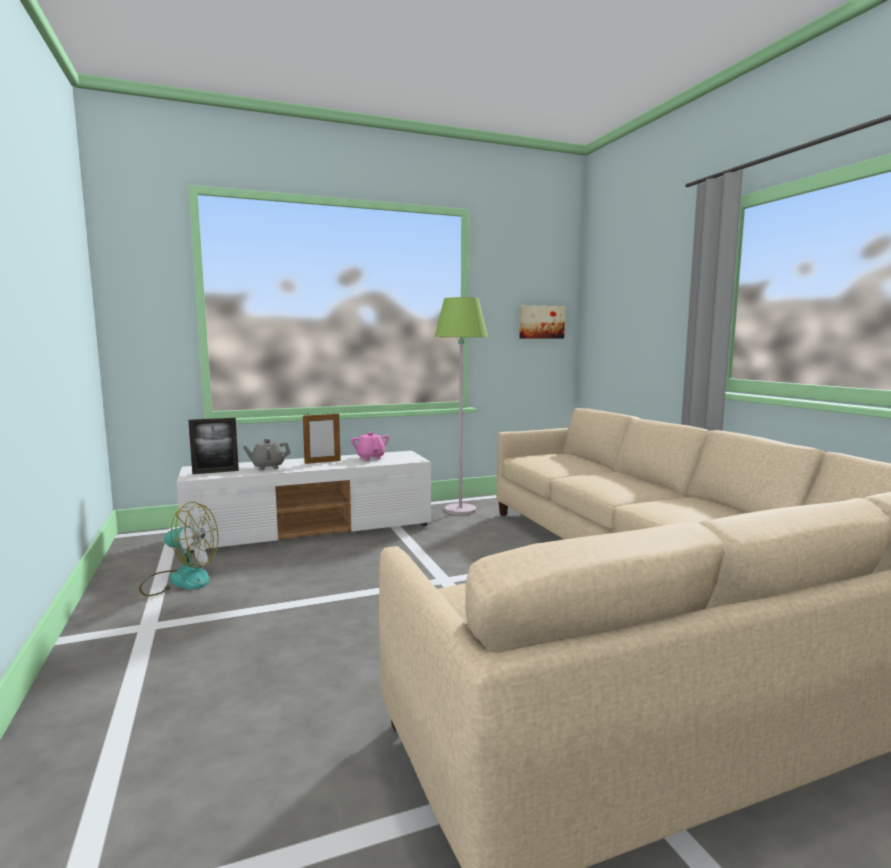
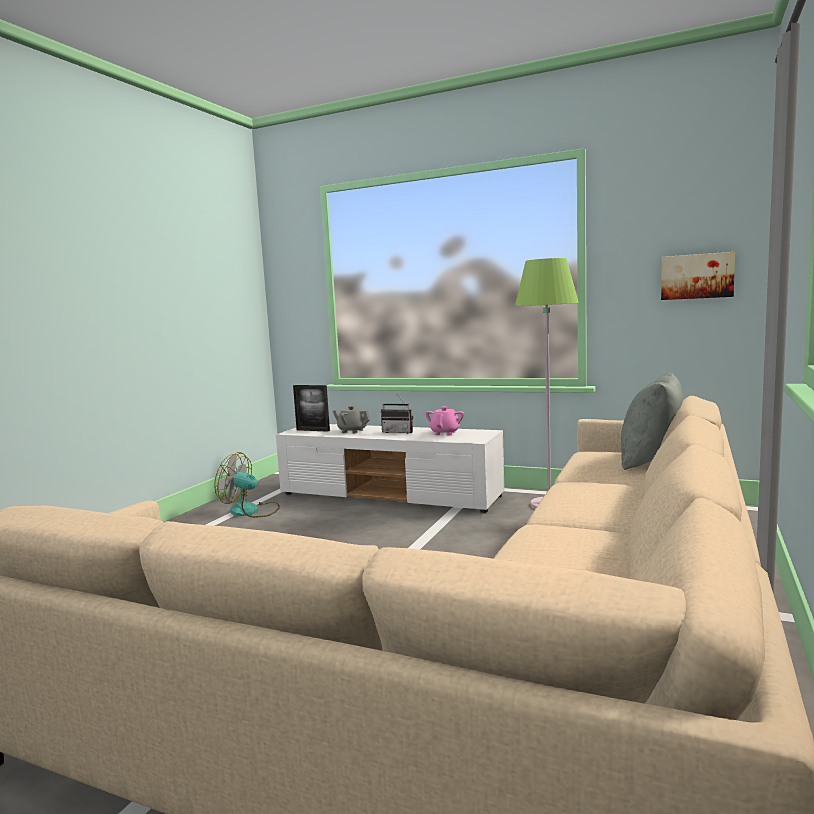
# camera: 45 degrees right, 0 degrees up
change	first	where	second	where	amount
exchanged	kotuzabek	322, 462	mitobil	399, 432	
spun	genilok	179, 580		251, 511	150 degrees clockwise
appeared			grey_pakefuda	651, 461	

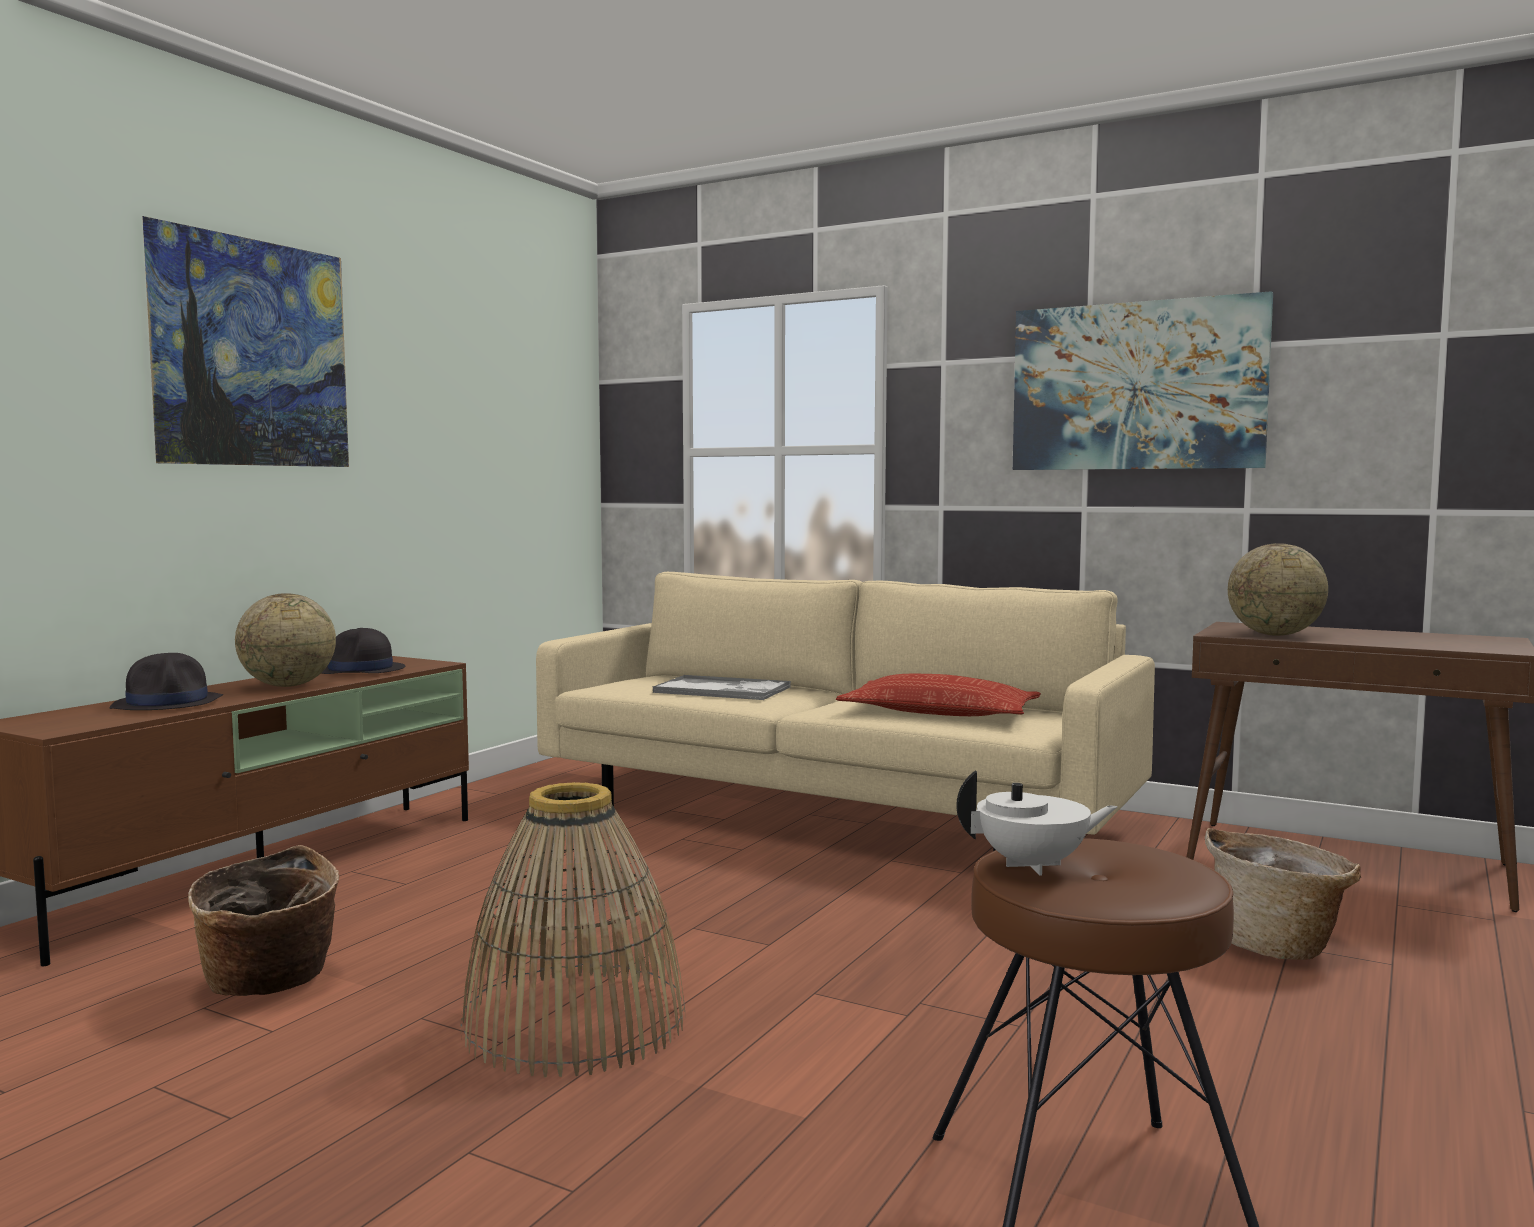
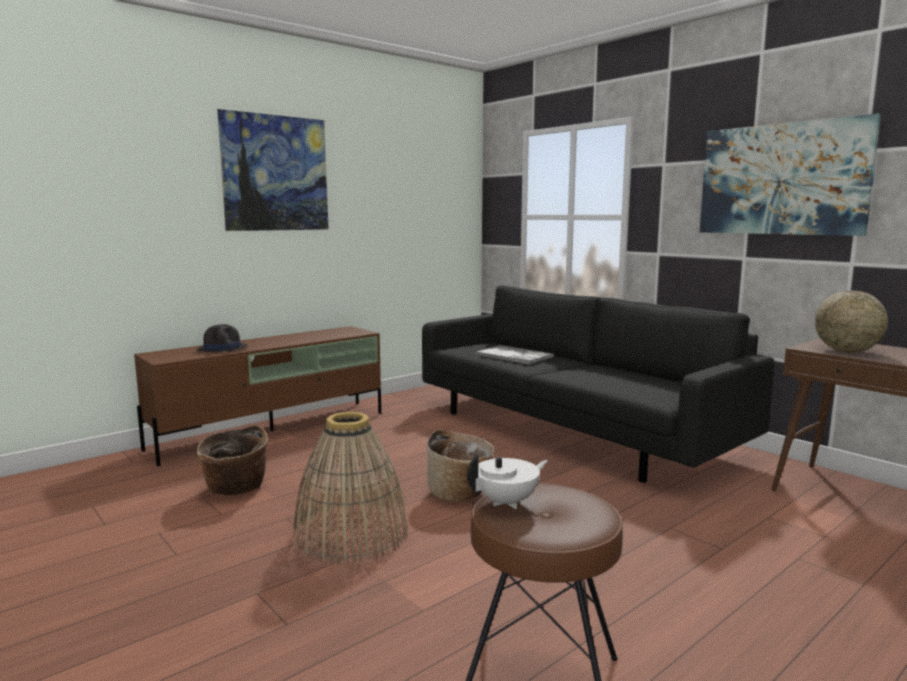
# camera: 20 degrees right, 5 degrees up
change	first	where	second	where	amount
colour	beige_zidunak	829, 814	black_zidunak	569, 431	
missing	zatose	288, 685			
missing	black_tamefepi	360, 671			
missing	pakefuda	939, 712			
spun	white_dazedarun	1034, 866		507, 502	45 degrees counterclockwise
relocated	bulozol	1277, 945		460, 493	

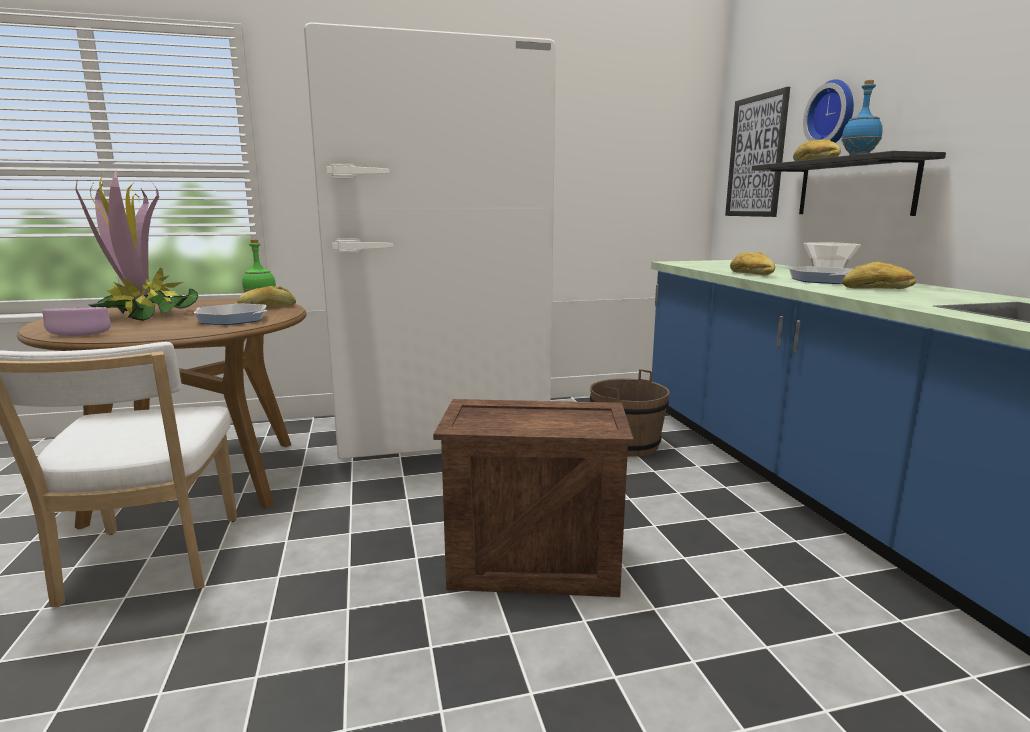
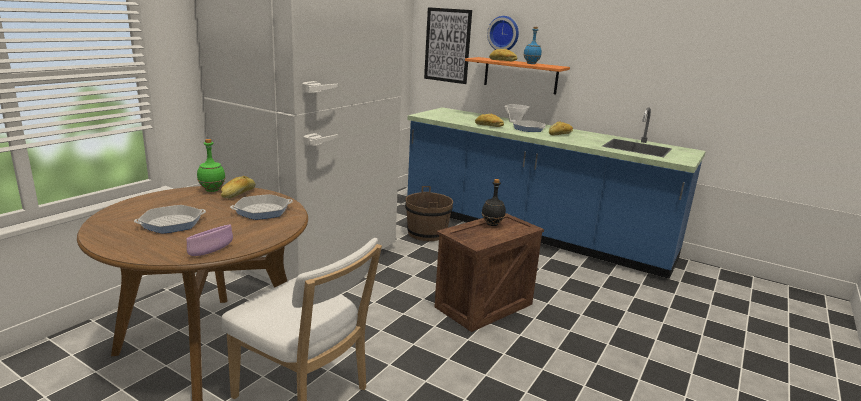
# camera: 45 degrees left, 5 degrees up
change	first	where	second	where	amount
colour	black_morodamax	855, 187	orange_morodamax	520, 75	
exchanged	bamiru	143, 315	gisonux	171, 223	
appeared			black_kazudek	492, 224	

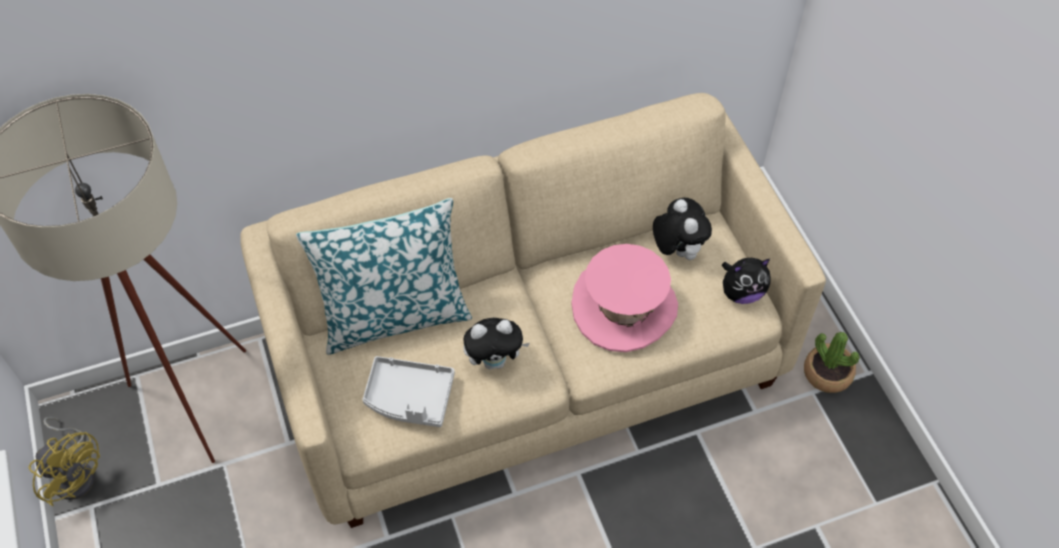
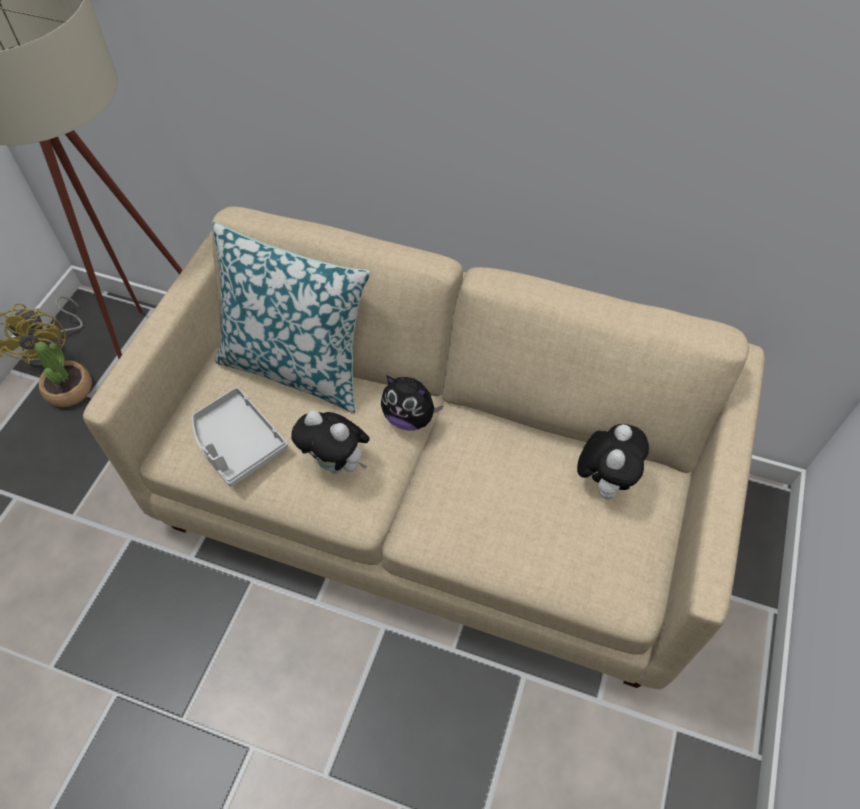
# camera: 40 degrees right, 0 degrees up
change	first	where	second	where	amount
missing	pink_tamefepi	624, 308			
relocated	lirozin	741, 293		410, 418	
relocated	bamiru	827, 373		69, 390	

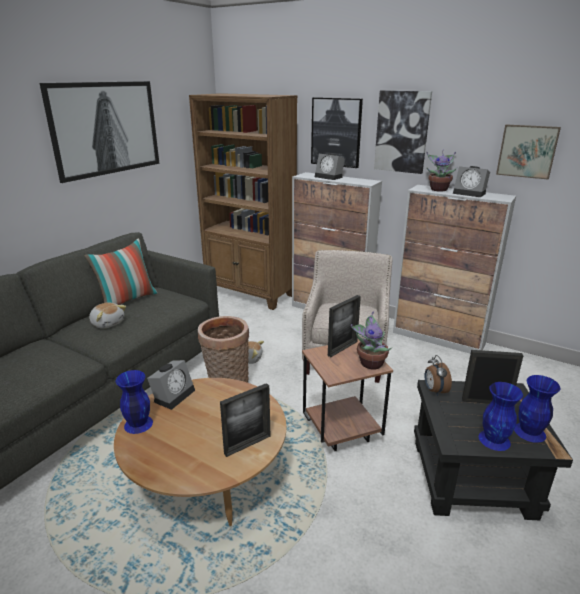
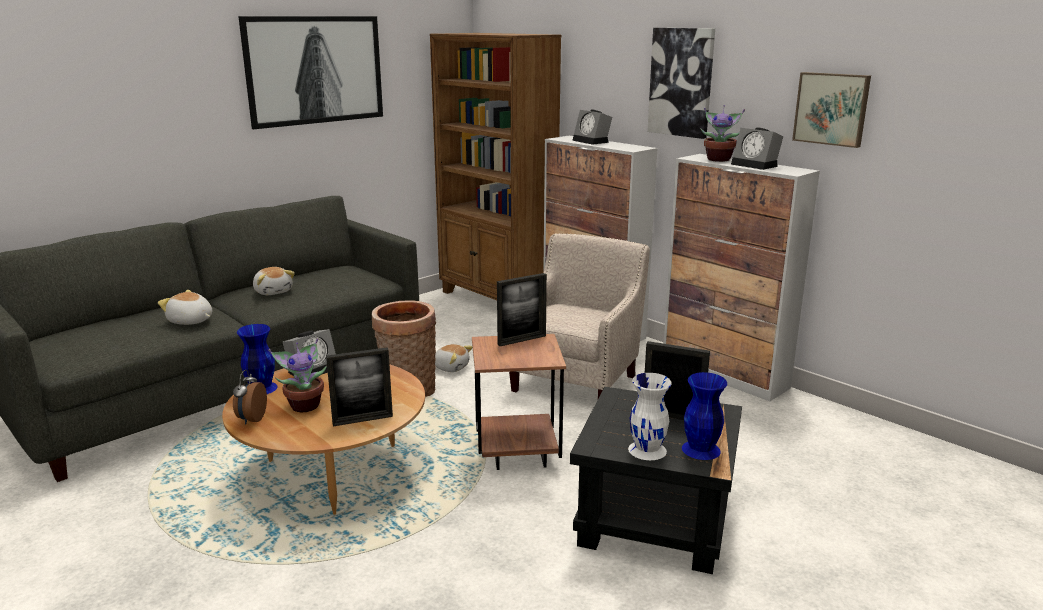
# camera: 15 degrees right, 5 degrees down
change	first	where	second	where	amount
missing	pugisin	336, 132			
missing	pakefuda	127, 300			
relocated	bamiru	370, 363		305, 405	
relocated	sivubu	434, 390		251, 419	
colour	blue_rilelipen	494, 439	white_rilelipen	648, 450	
appeared			lirozin	190, 321	

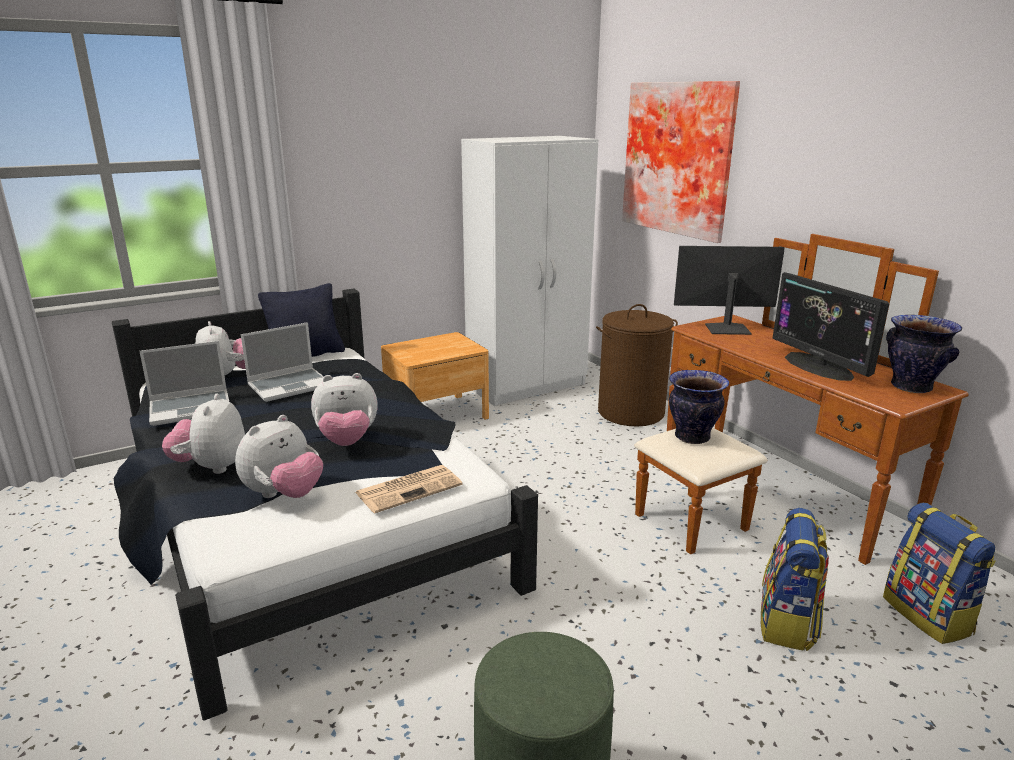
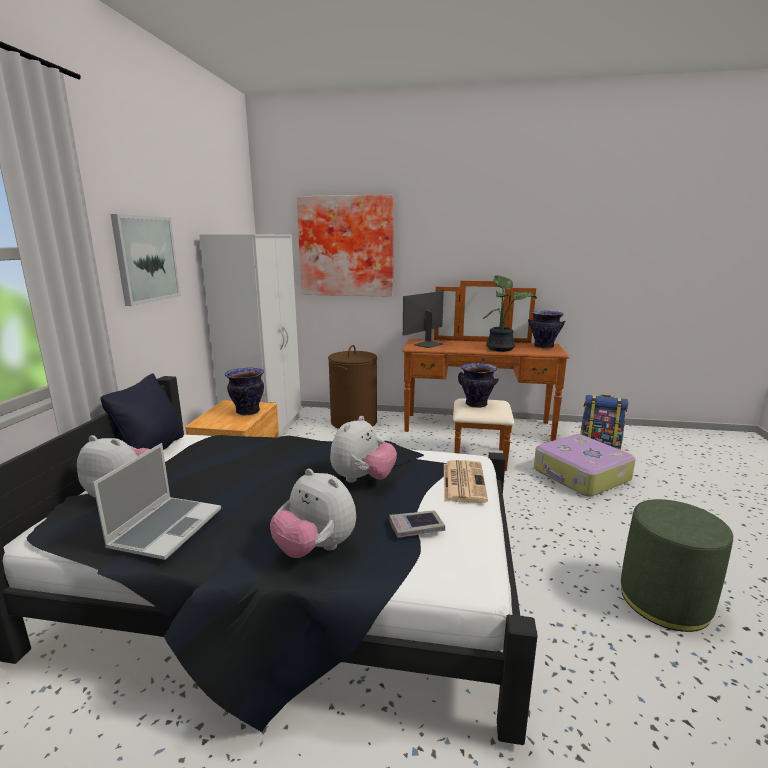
# camera: 50 degrees left, 5 degrees down
change	first	where	second	where	amount
exchanged	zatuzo	818, 366	bamiru	501, 348	
missing	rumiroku	290, 385			
exchanged	lirozin	284, 494	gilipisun	416, 528	
exchanged	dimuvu	787, 623	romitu	581, 475	
appeared			pugisin	146, 259	
appeared			rilelipen	247, 412	

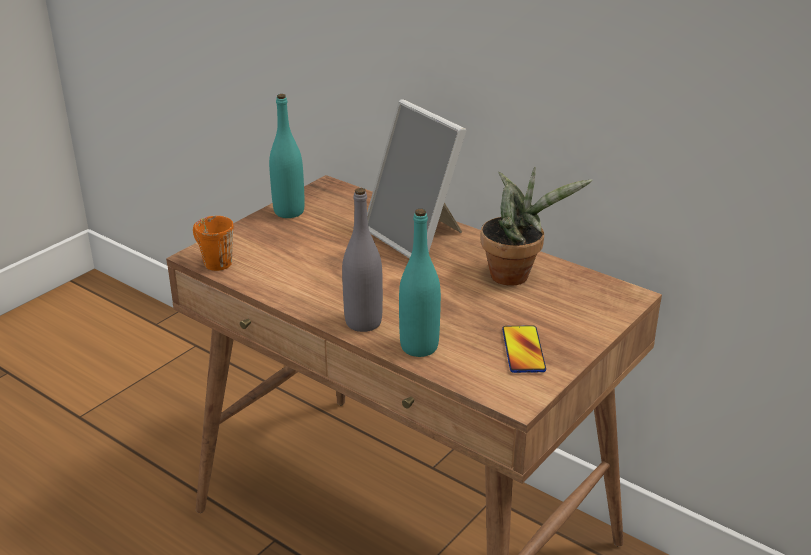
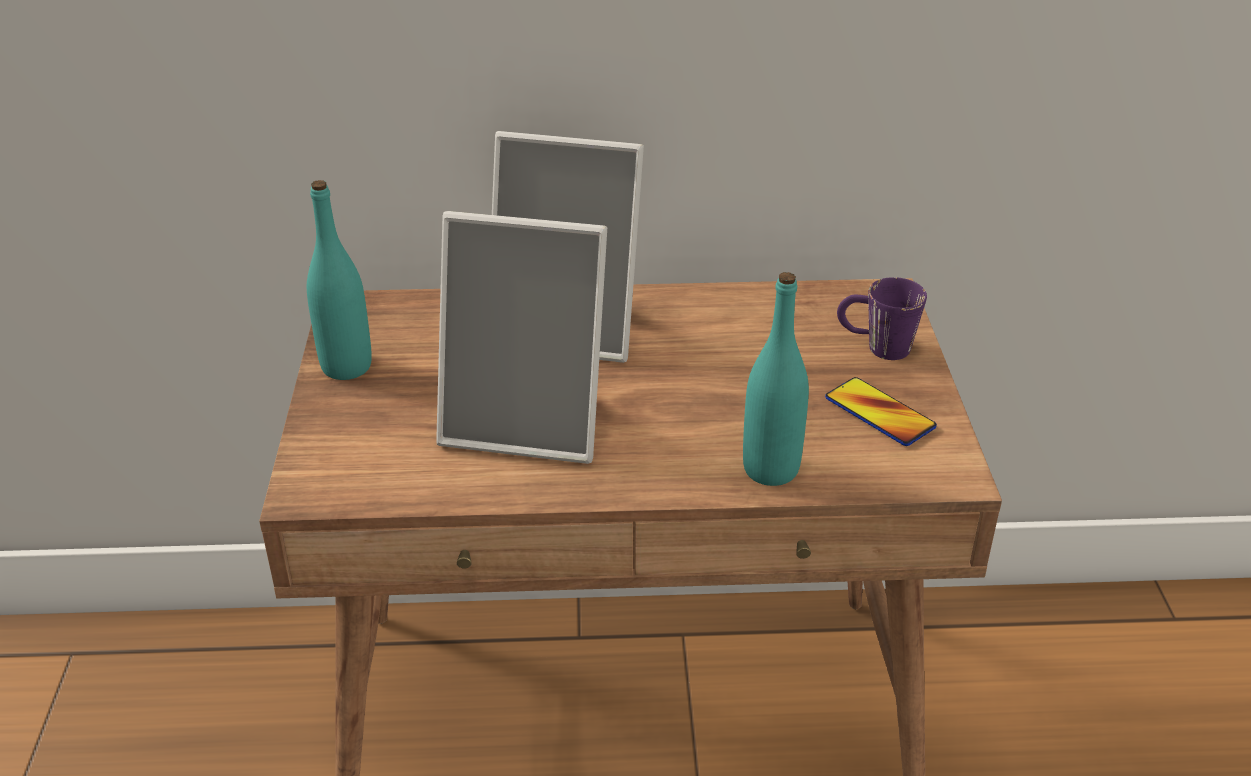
# camera: 40 degrees left, 5 degrees up
change	first	where	second	where	amount
missing	bamiru	515, 275			
missing	grey_kazudek	363, 322			
missing	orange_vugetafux	212, 260			
appeared			kotuzabek	528, 422	
appeared			purple_vugetafux	875, 346	

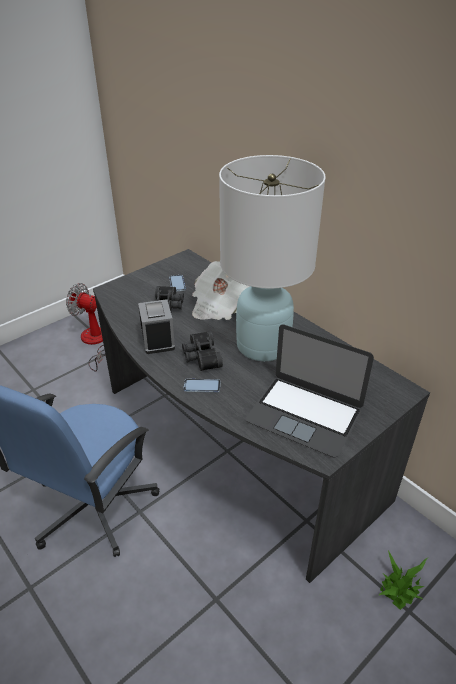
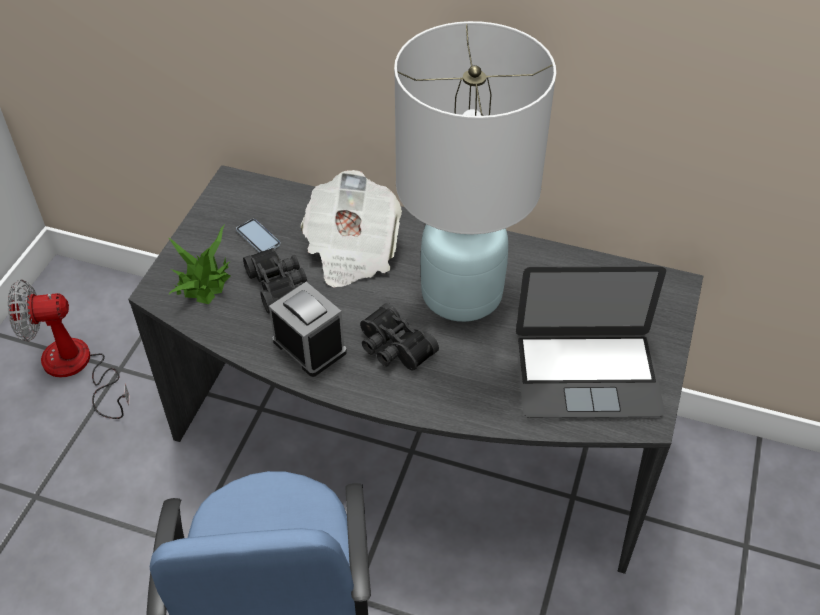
# camera: 30 degrees left, 10 degrees up
change	first	where	second	where	amount
missing	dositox	202, 386			
relocated	bamiru	400, 588		204, 281	

